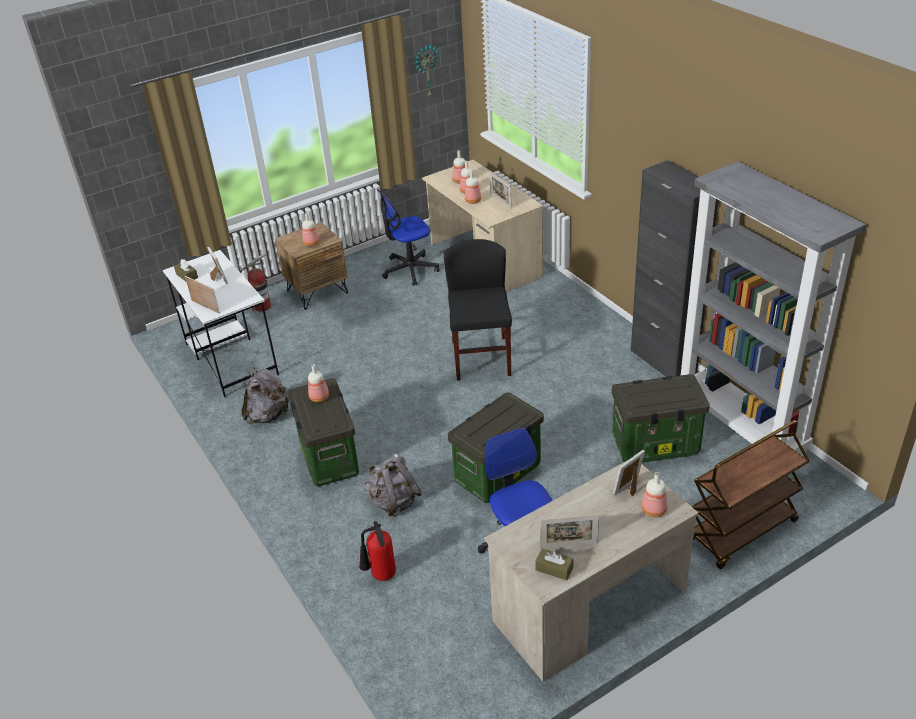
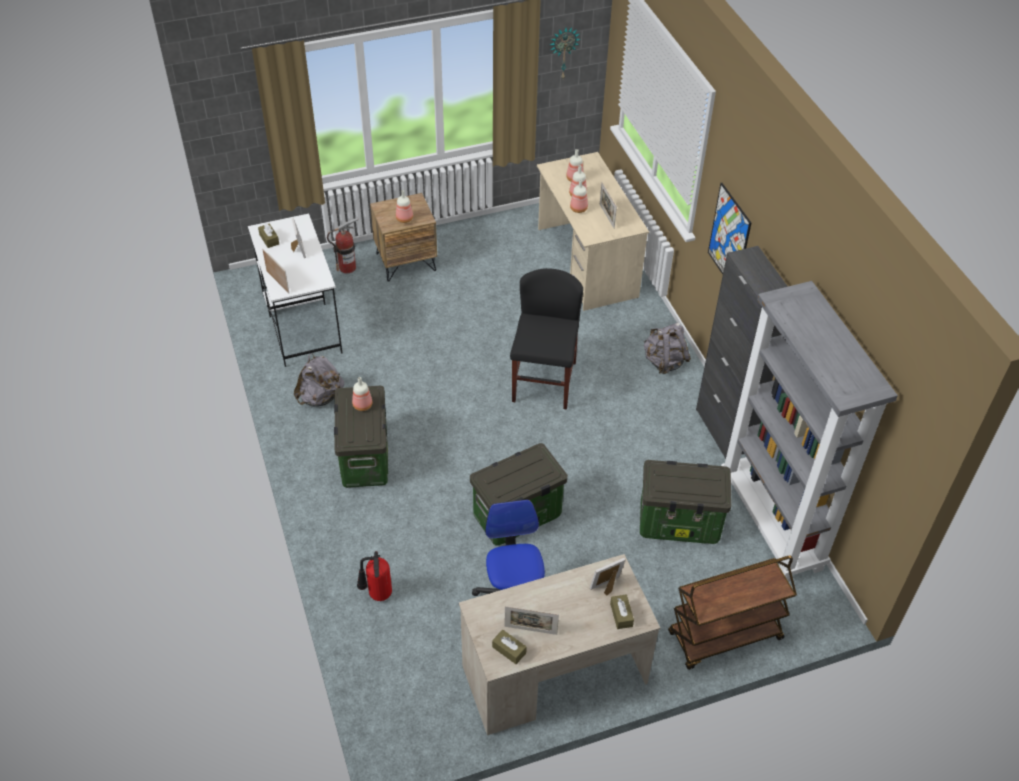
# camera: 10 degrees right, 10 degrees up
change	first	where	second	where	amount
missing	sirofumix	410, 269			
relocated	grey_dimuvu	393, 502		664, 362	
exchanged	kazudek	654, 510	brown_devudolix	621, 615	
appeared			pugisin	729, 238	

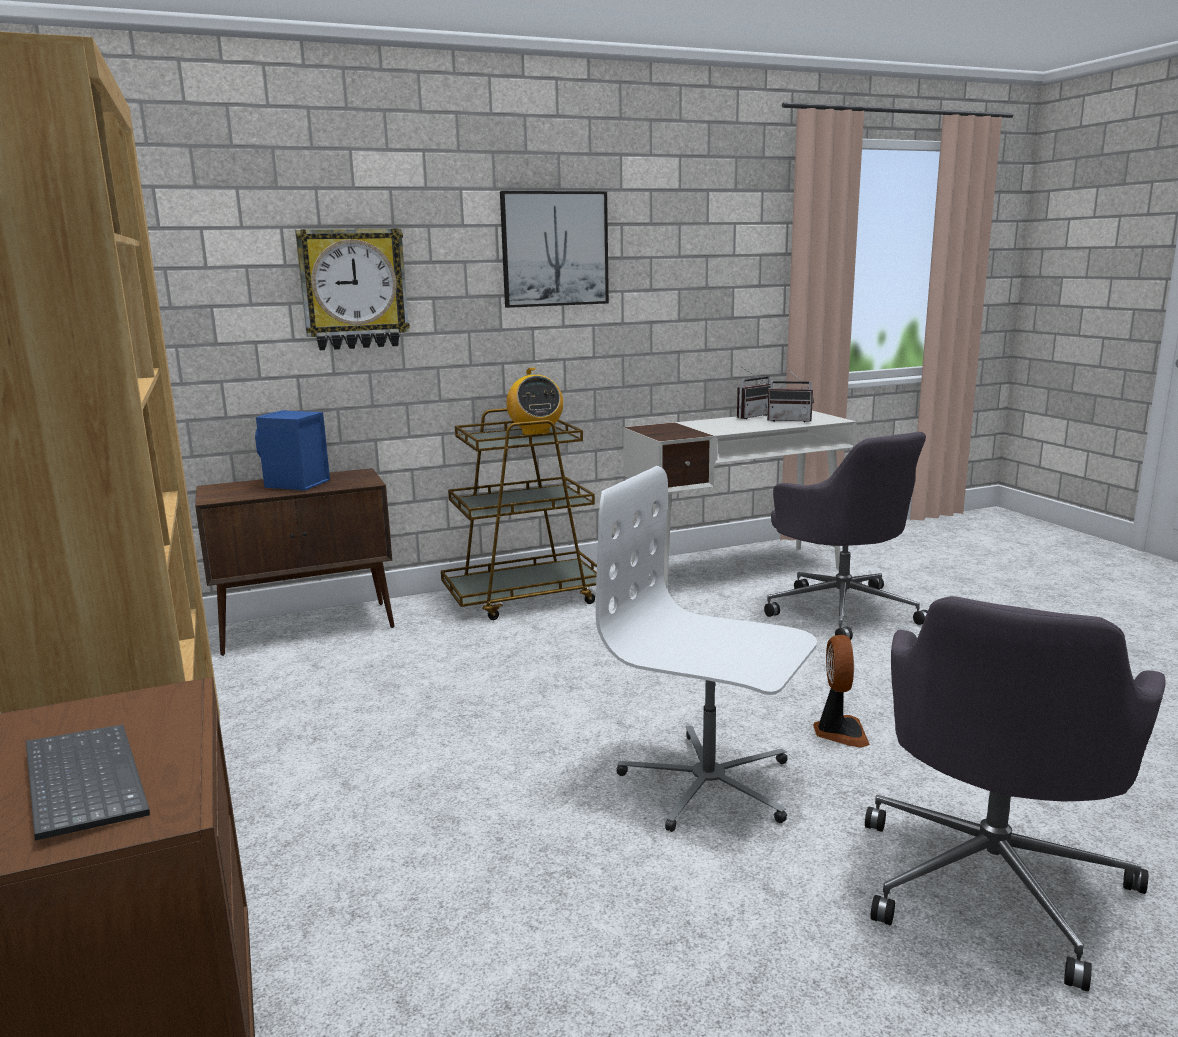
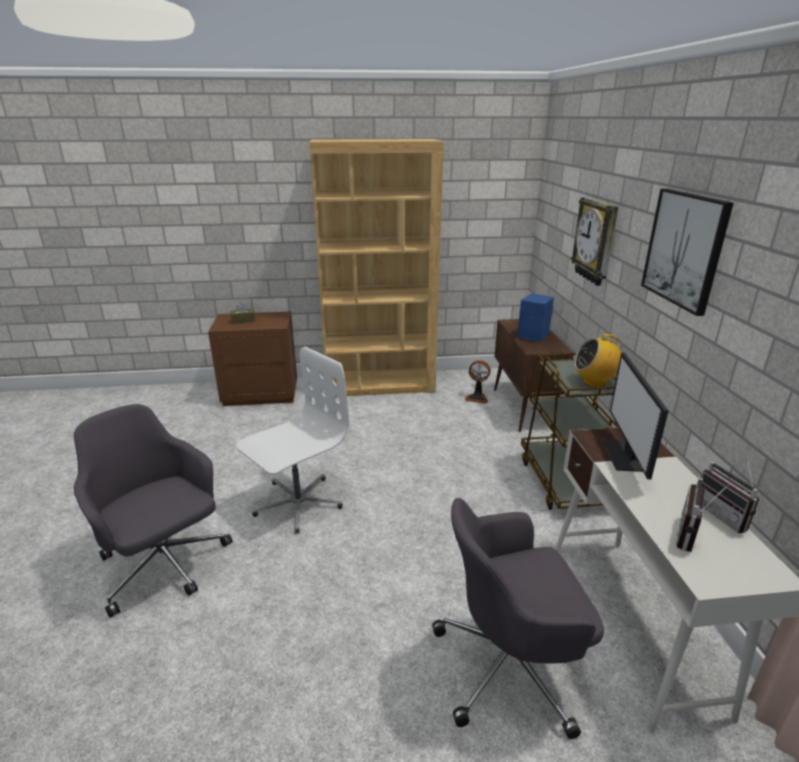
# camera: 105 degrees right, 10 degrees up
change	first	where	second	where	amount
relocated	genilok	839, 732		477, 398	
exchanged	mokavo	80, 782	brown_devudolix	243, 320	
appeared			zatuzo	626, 456	

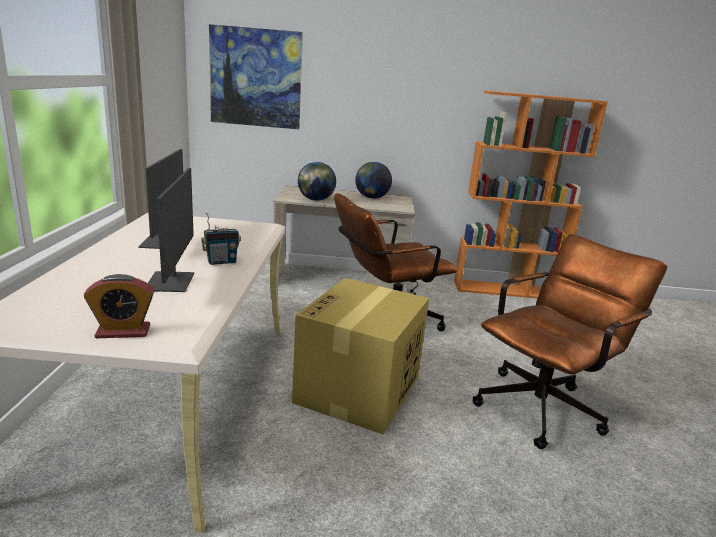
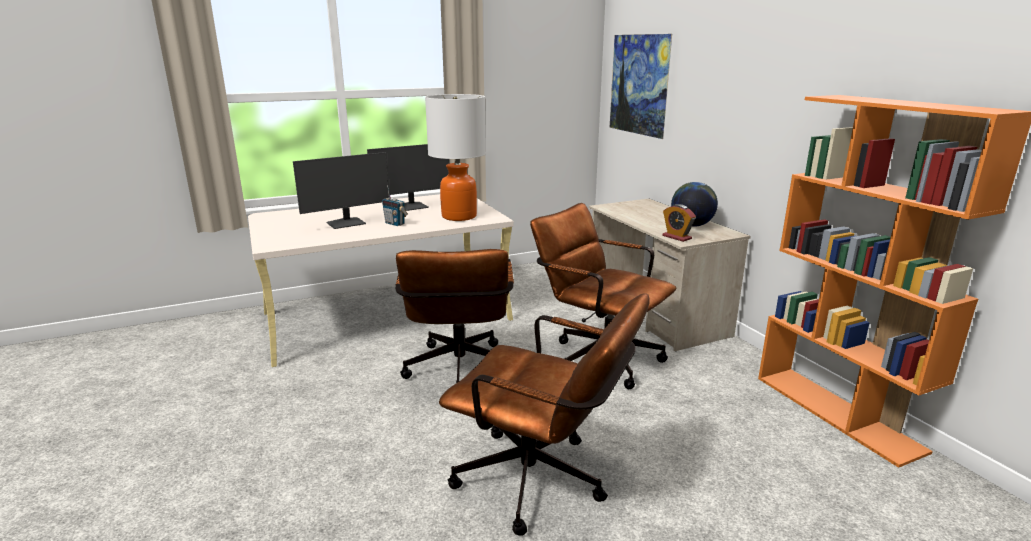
# camera: 65 degrees right, 0 degrees up
change	first	where	second	where	amount
missing	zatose	315, 200			
relocated	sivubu	123, 331		676, 237	
exchanged	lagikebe	358, 390	brown_sirofumix	459, 373	
appeared			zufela	459, 216	

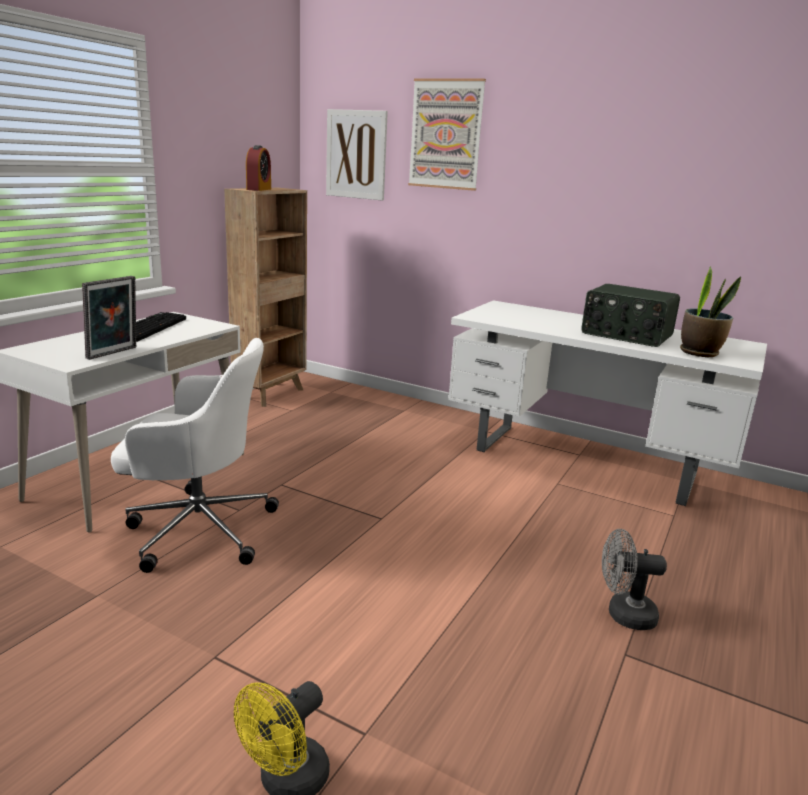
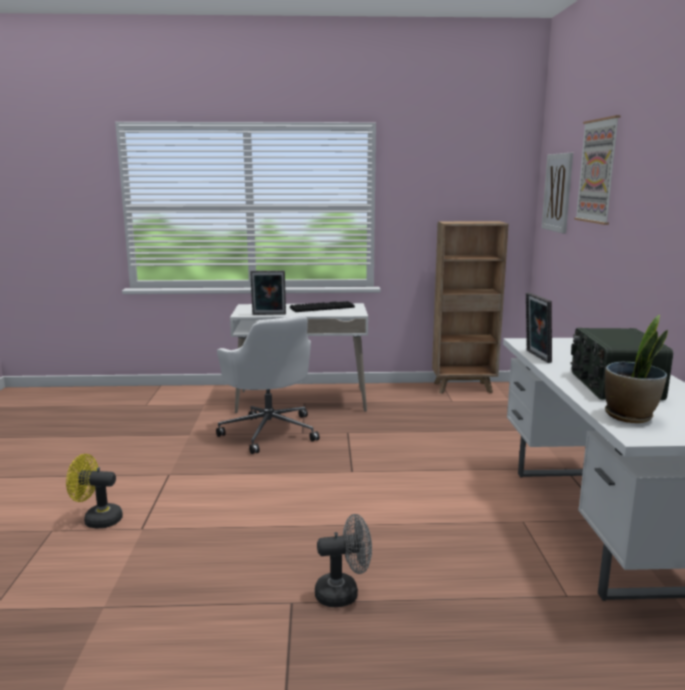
# camera: 60 degrees right, 5 degrees down
change	first	where	second	where	amount
missing	sivubu	259, 189			
spun	grey_genilok	623, 615		344, 593	105 degrees clockwise
appeared			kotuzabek	536, 356	

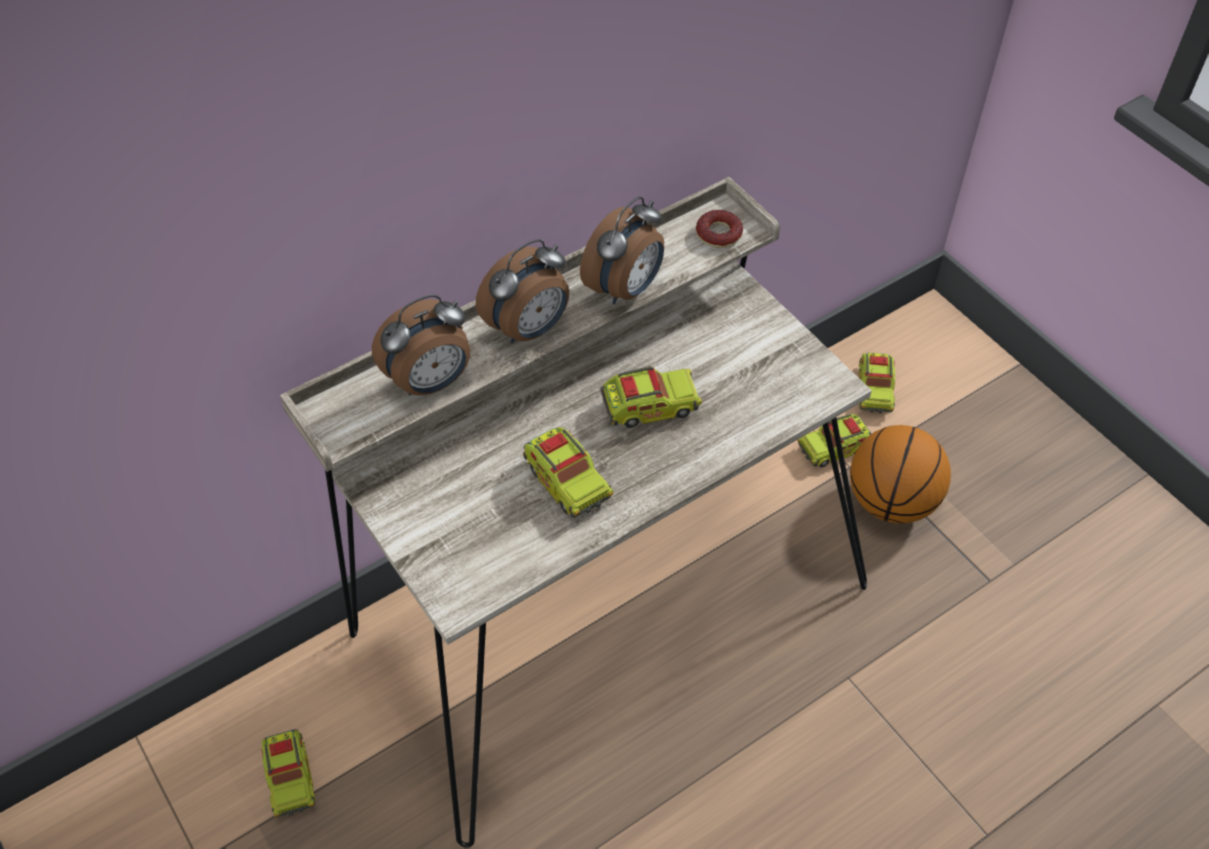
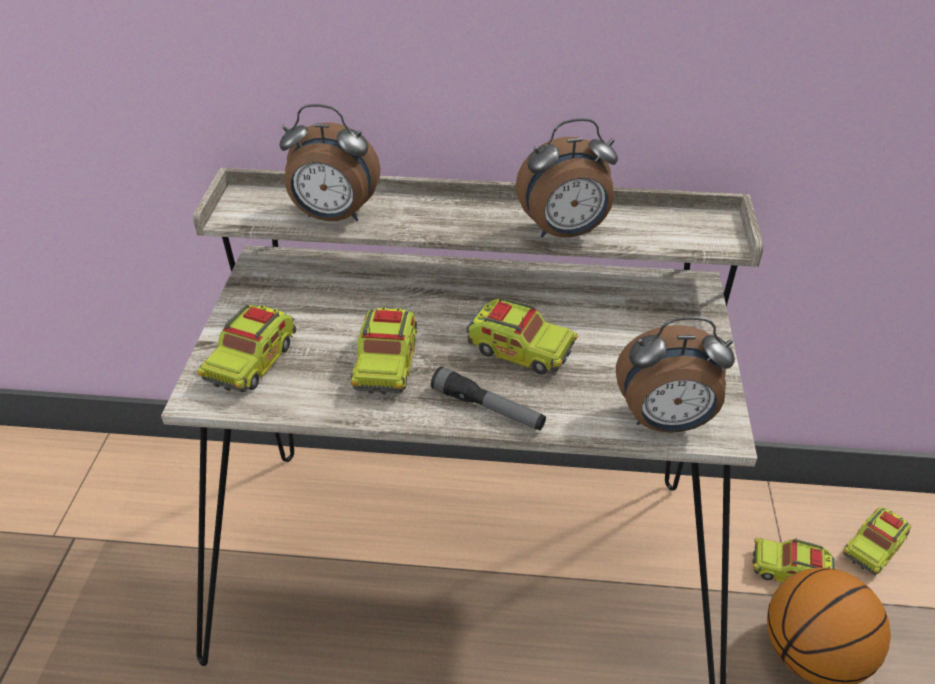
# camera: 40 degrees right, 10 degrees down
change	first	where	second	where	amount
missing	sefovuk	719, 234			
relocated	sivubu	529, 329		665, 422	
relocated	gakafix	290, 778		252, 361	
appeared			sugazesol	488, 408	

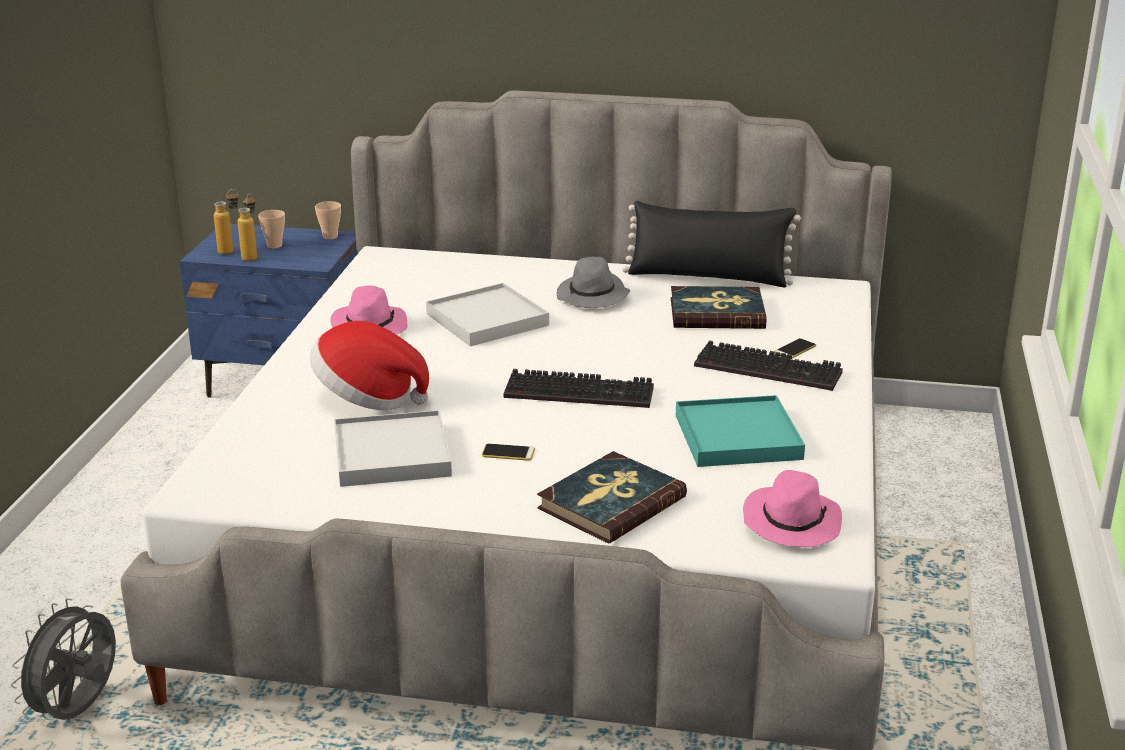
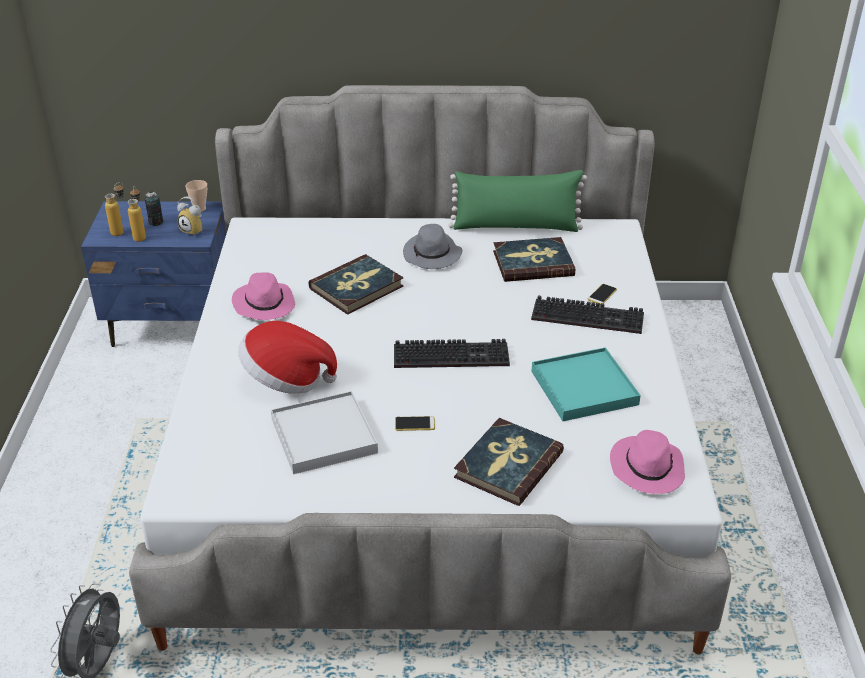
# camera: 10 degrees left, 10 degrees up
change	first	where	second	where	amount
colour	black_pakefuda	708, 277	green_pakefuda	516, 226	
exchanged	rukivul	274, 245	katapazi	156, 222	
exchanged	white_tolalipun	487, 320	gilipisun	356, 287	
appeared			sivubu	195, 230	

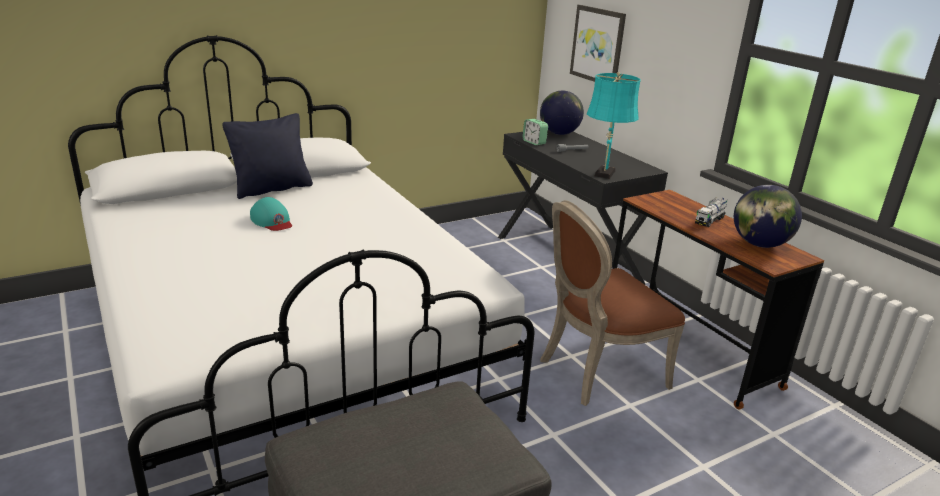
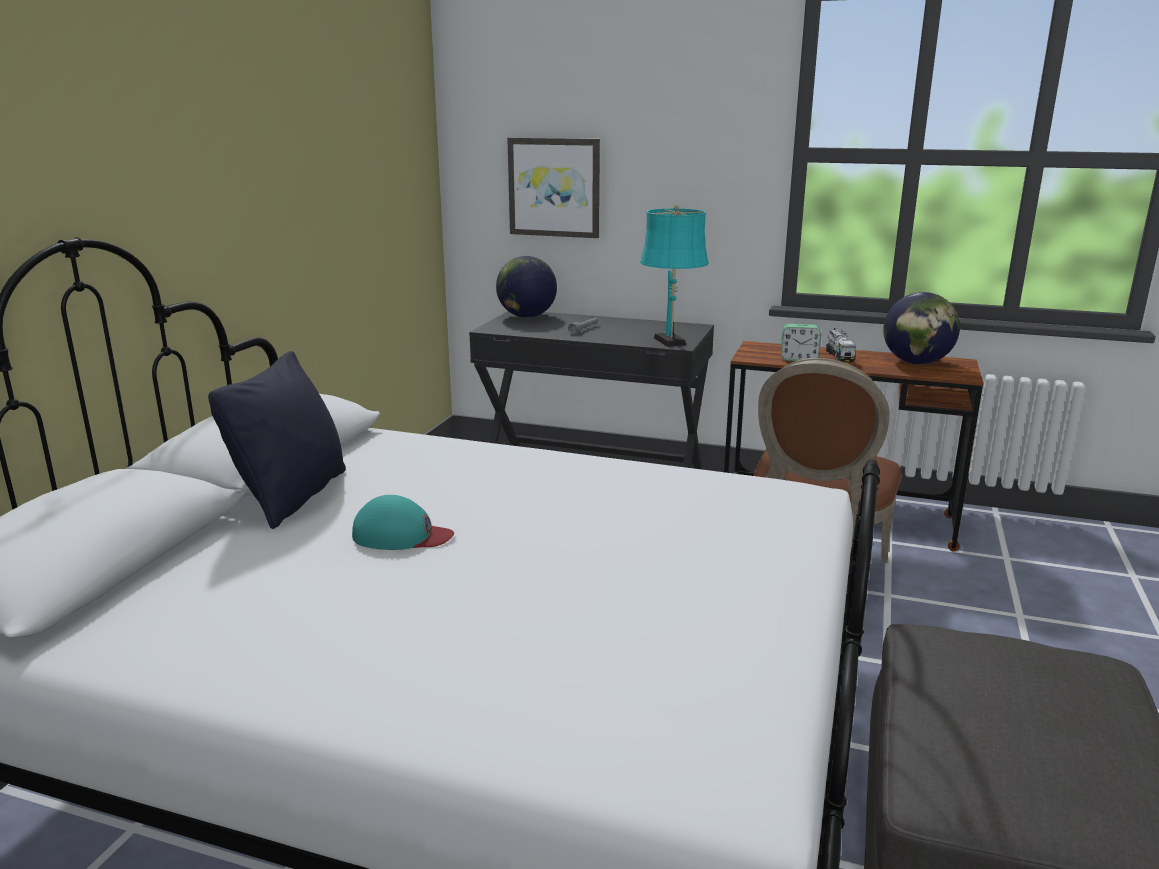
# camera: 40 degrees left, 5 degrees down
change	first	where	second	where	amount
relocated	sivubu	534, 142		799, 359	

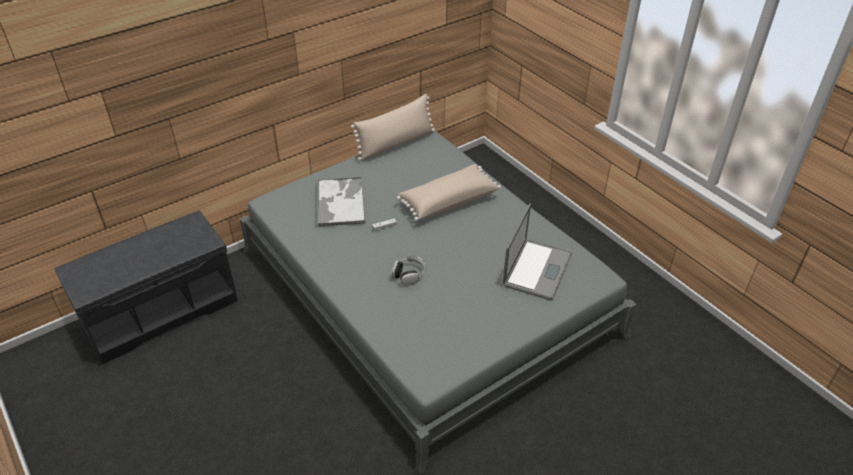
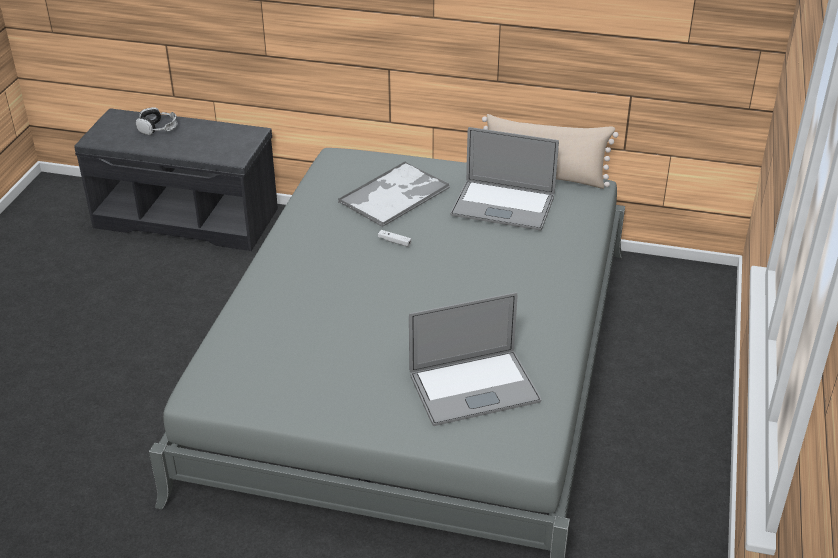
# camera: 50 degrees right, 5 degrees down
change	first	where	second	where	amount
missing	beige_pakefuda	448, 201			
relocated	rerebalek	409, 274		158, 128	
appeared			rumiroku	503, 205	

